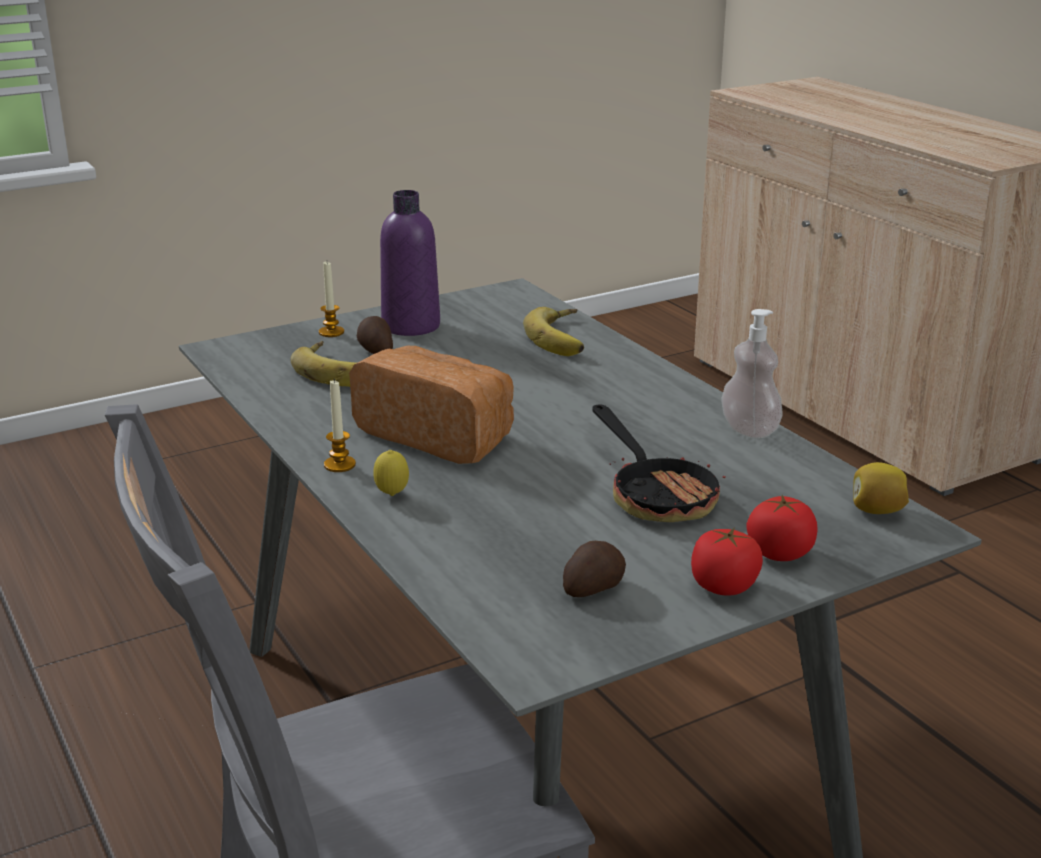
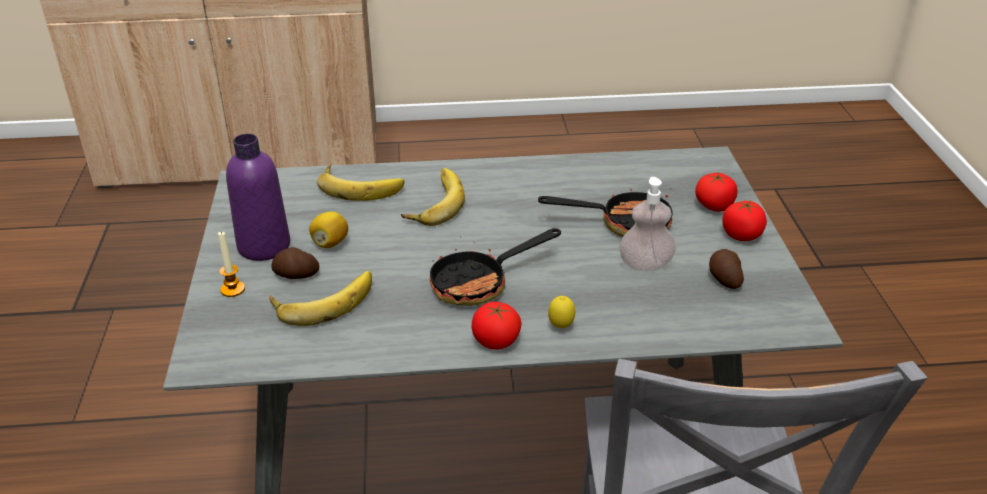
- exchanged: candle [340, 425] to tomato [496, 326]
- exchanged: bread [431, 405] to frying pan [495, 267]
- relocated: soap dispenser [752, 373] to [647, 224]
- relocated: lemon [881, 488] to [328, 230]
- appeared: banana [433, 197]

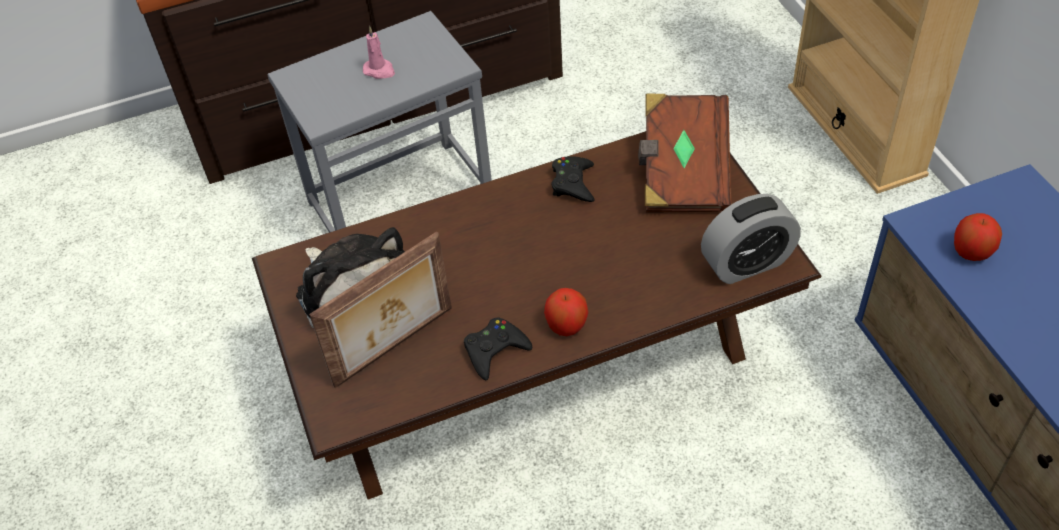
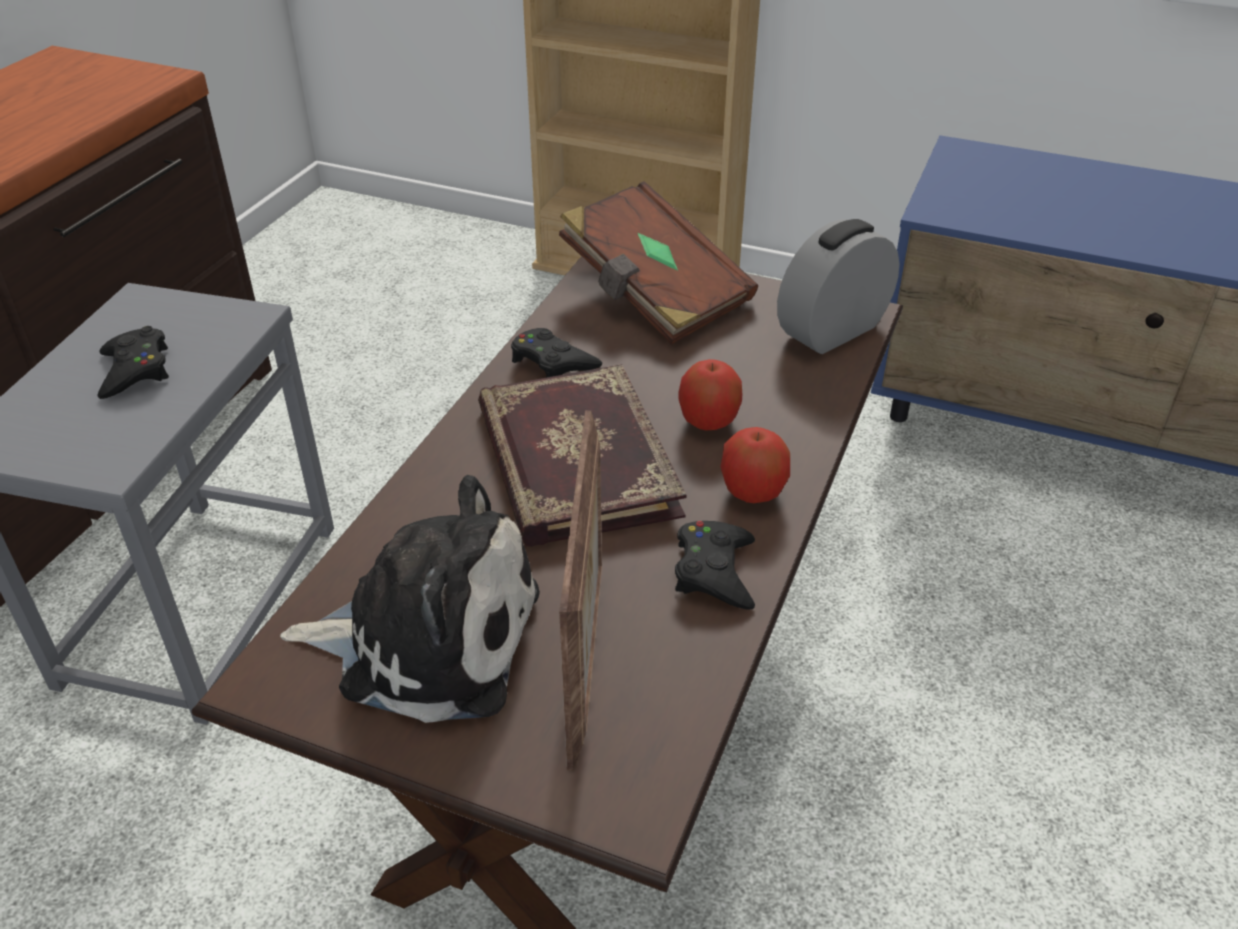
- exchanged: pink candle [379, 52] to black game controller [133, 362]
- spun: alarm clock [751, 239] = [838, 286] 150 degrees counterclockwise
- relocated: apple [978, 237] to [710, 395]
- appeared: book [582, 455]

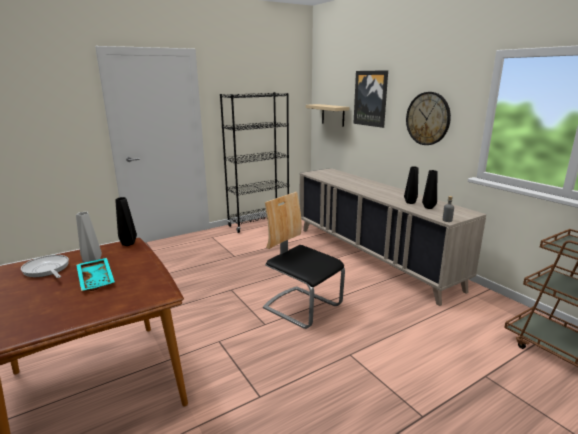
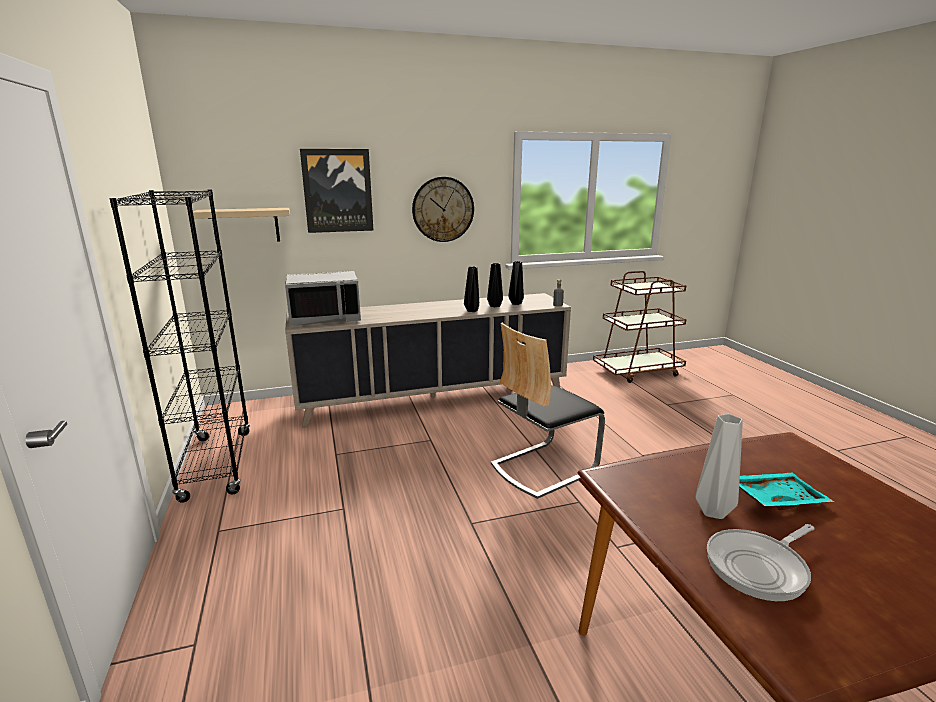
- relocated: black vase [126, 221] to [471, 289]
- appeared: grey microwave [323, 298]

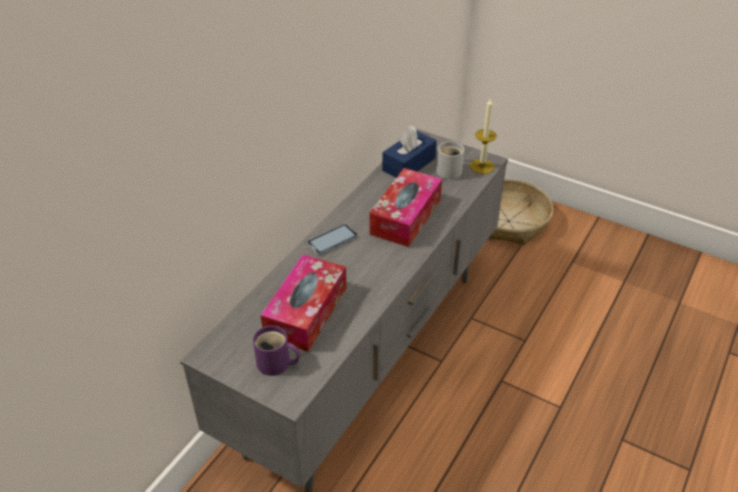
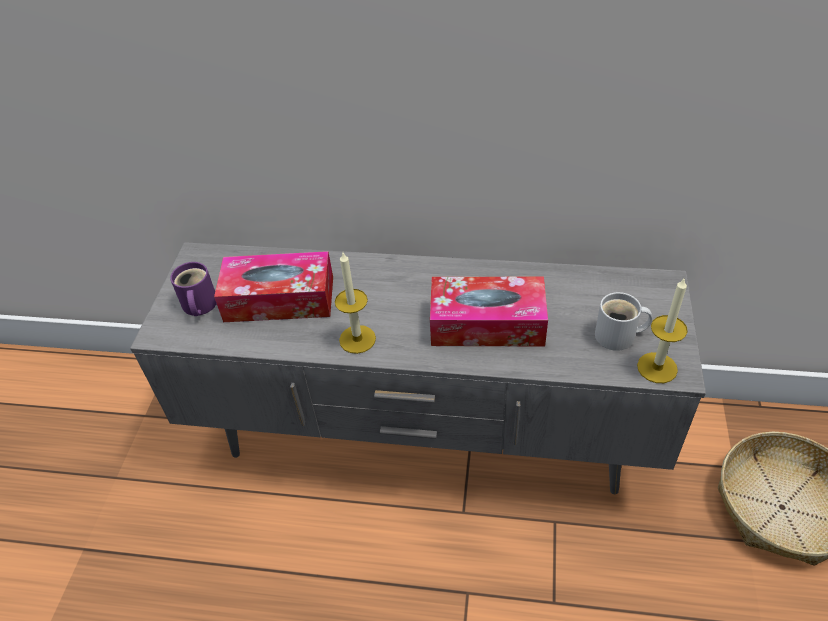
- missing: phone [332, 239]
- missing: blue tissue box [409, 152]
- appeared: candle [355, 303]

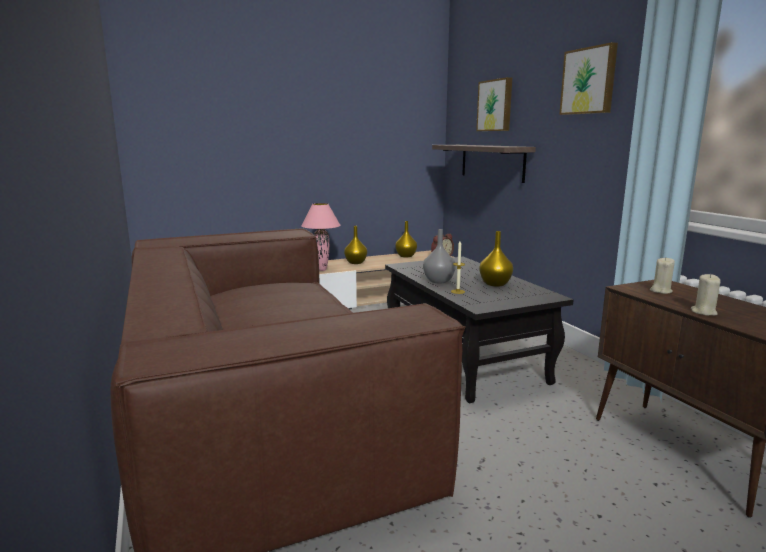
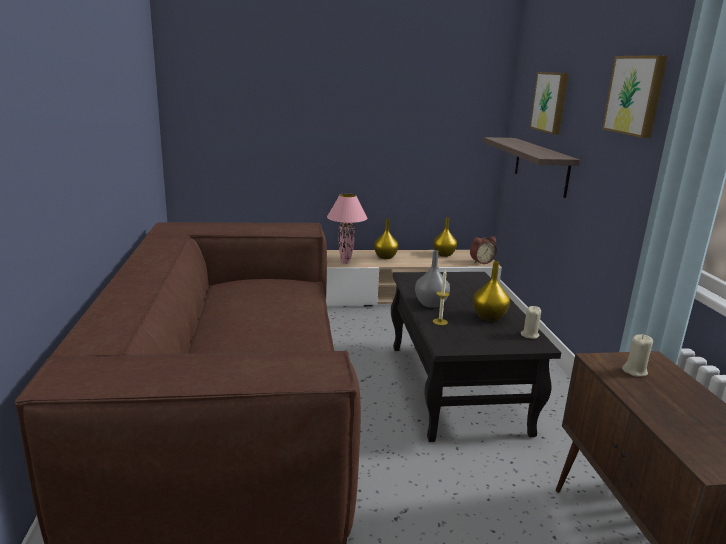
- relocated: beige candle [706, 295] to [531, 322]

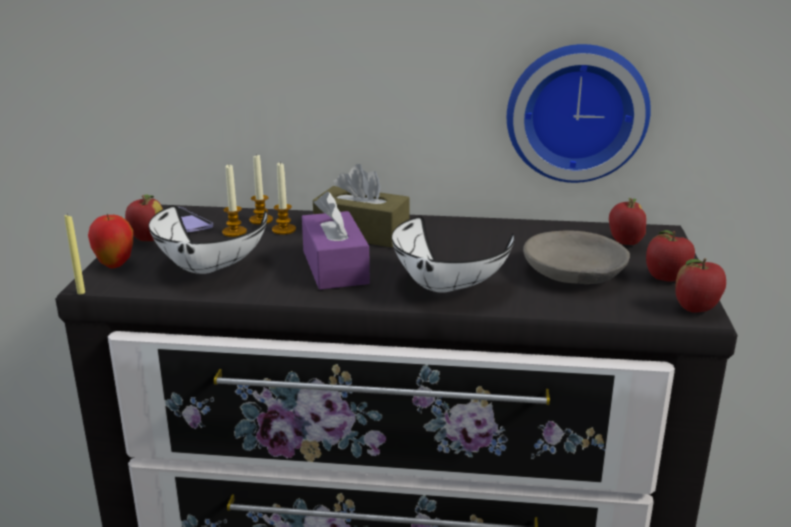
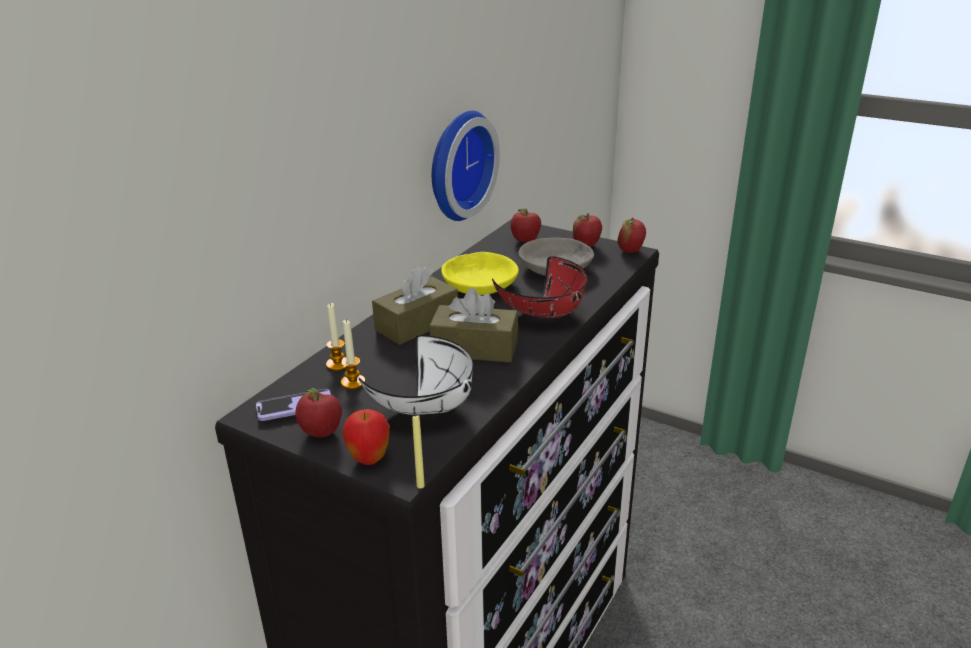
- missing: candle [284, 199]
- colour: purple tissue box [336, 241] to brown tissue box [473, 325]
- colour: white bowl [453, 255] to red bowl [540, 287]
- appeared: yellow bowl [480, 273]

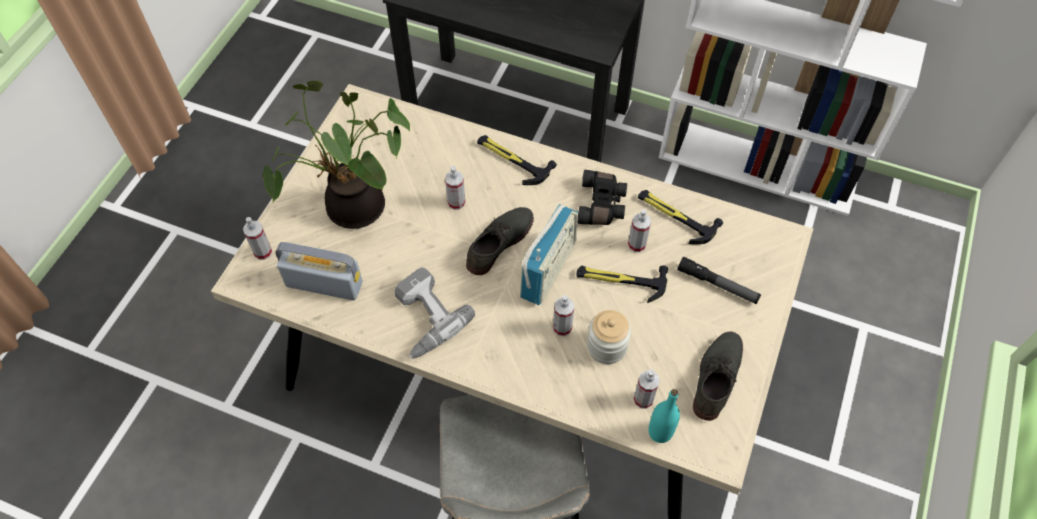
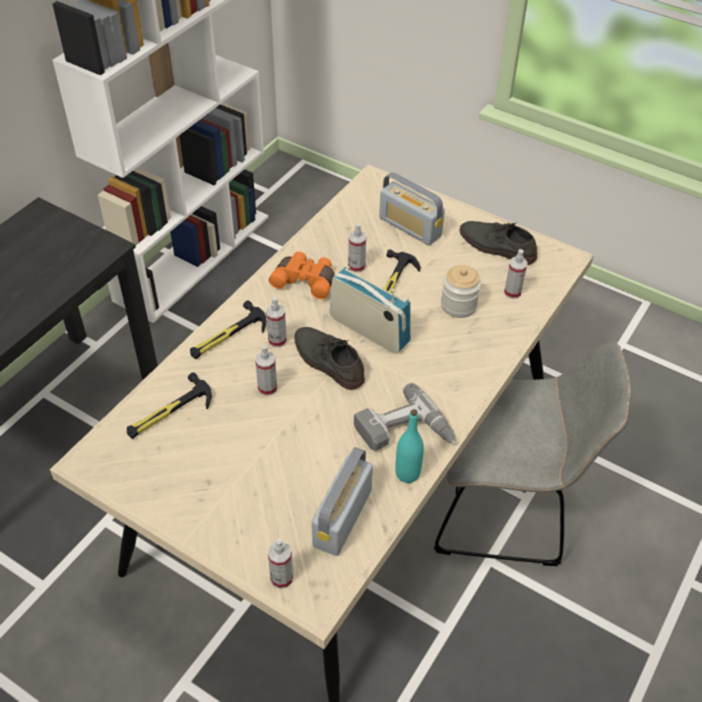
- missing: potted plant [336, 154]
- relocated: spray bottle [563, 315] to [276, 322]
- colour: black binoculars [602, 197] to orange binoculars [301, 275]
- relocated: hammer [680, 217] to [169, 405]
- relocated: turquoise bottle [664, 416] to [409, 446]
- exchanged: flashlight [719, 280] to radio [412, 208]

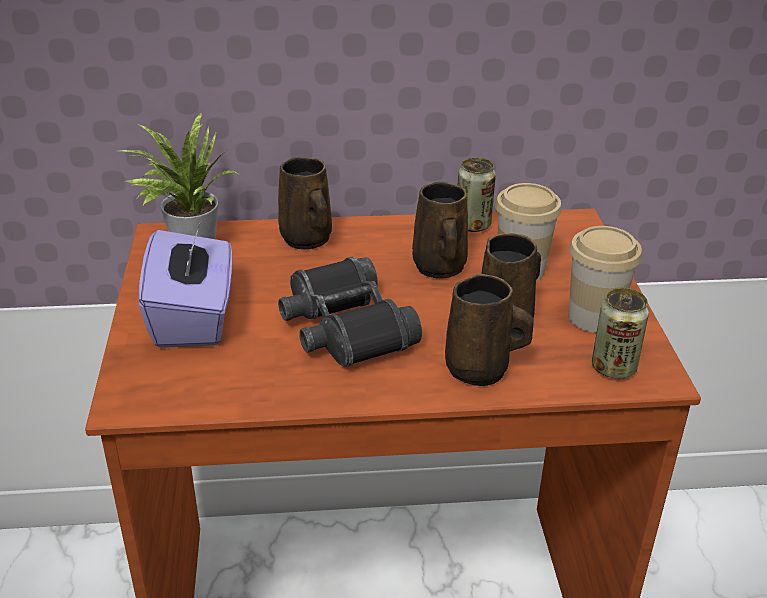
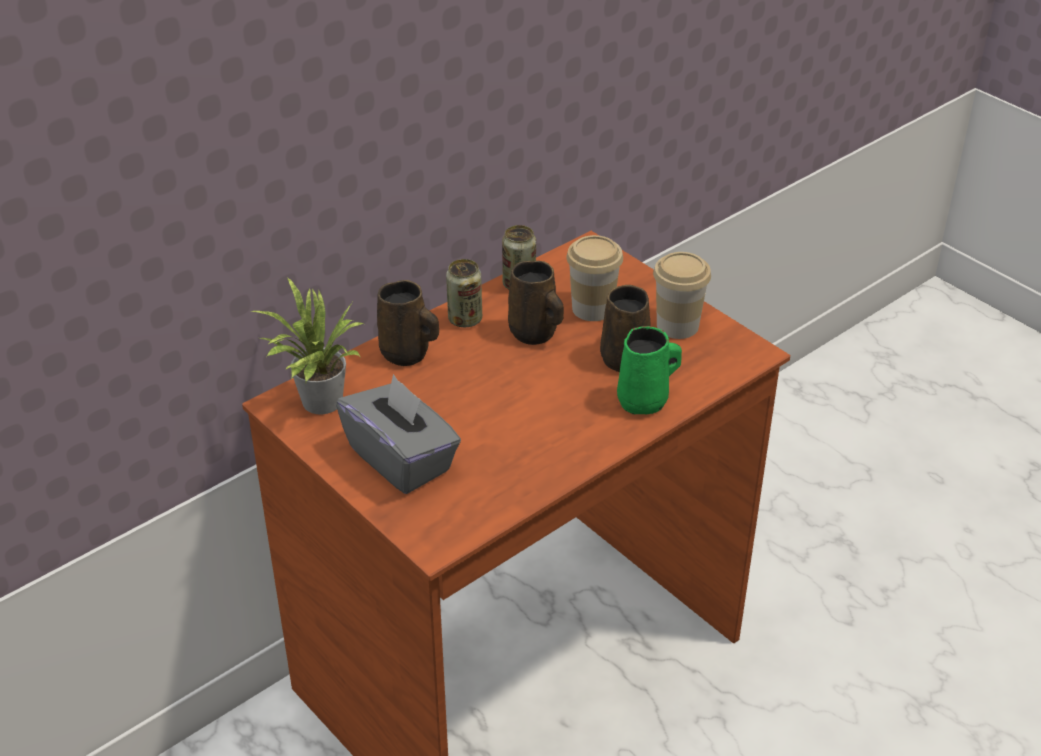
- colour: purple tissue box [185, 285] to grey tissue box [398, 434]
- missing: black binoculars [350, 312]
- colour: brown mug [489, 330] to green mug [649, 370]
- relocated: can [620, 333] to [464, 293]

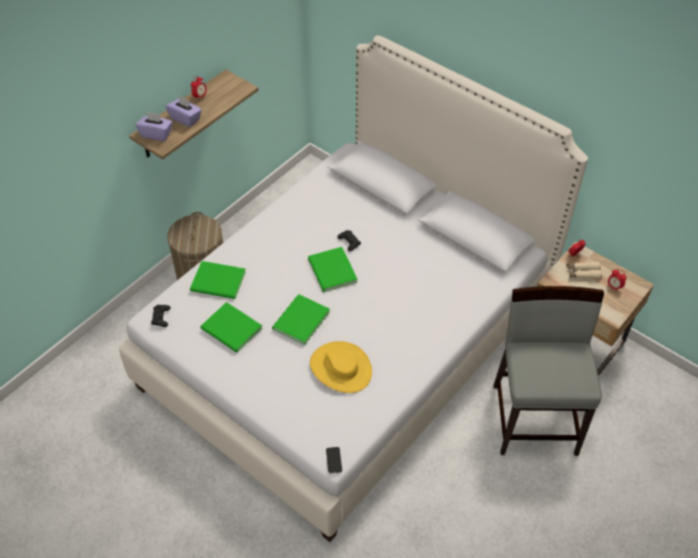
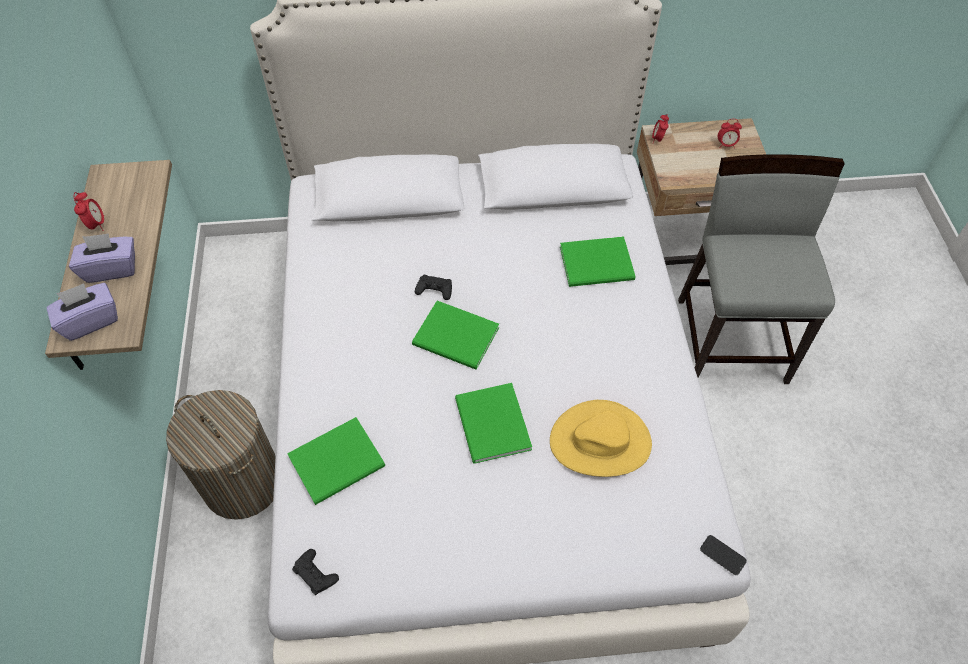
- relocated: green book [231, 327] to [597, 261]
- spun: grey chair [548, 371] = [761, 269] 45 degrees clockwise
- missing: beige binoculars [584, 270]

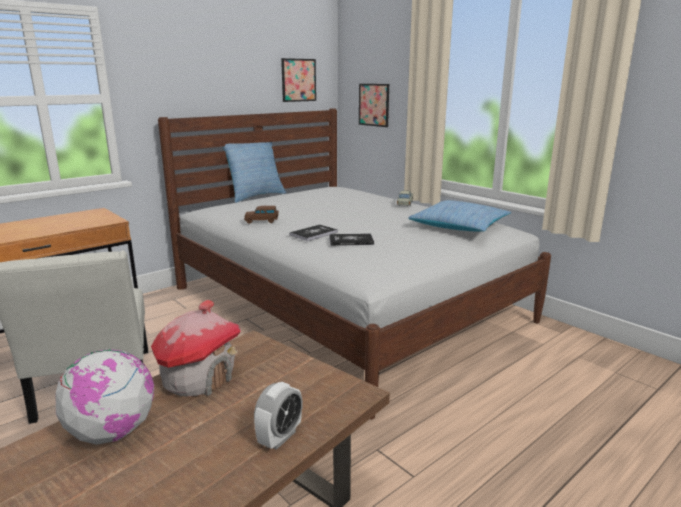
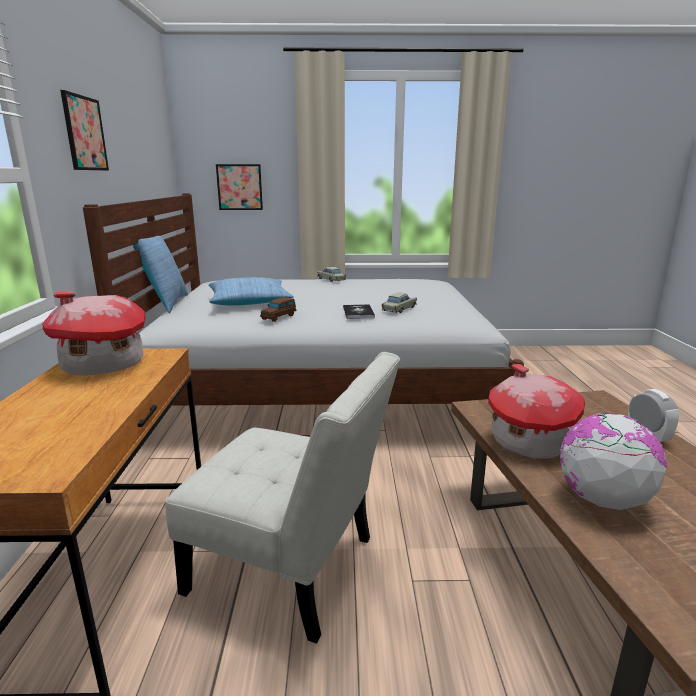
- relocated: picture [298, 80] to [84, 130]
- exchanged: book [351, 239] to beige toy car [399, 303]
- relocated: pillow [459, 216] to [251, 291]
- appeared: toy house [94, 333]

